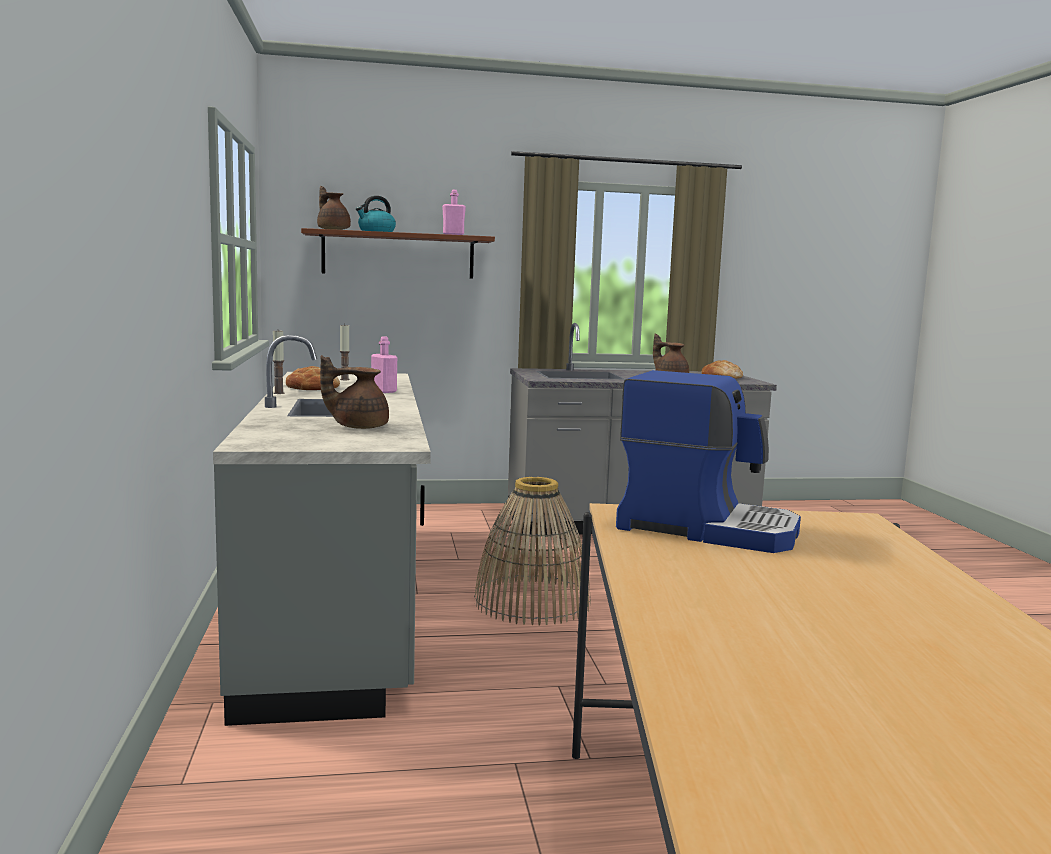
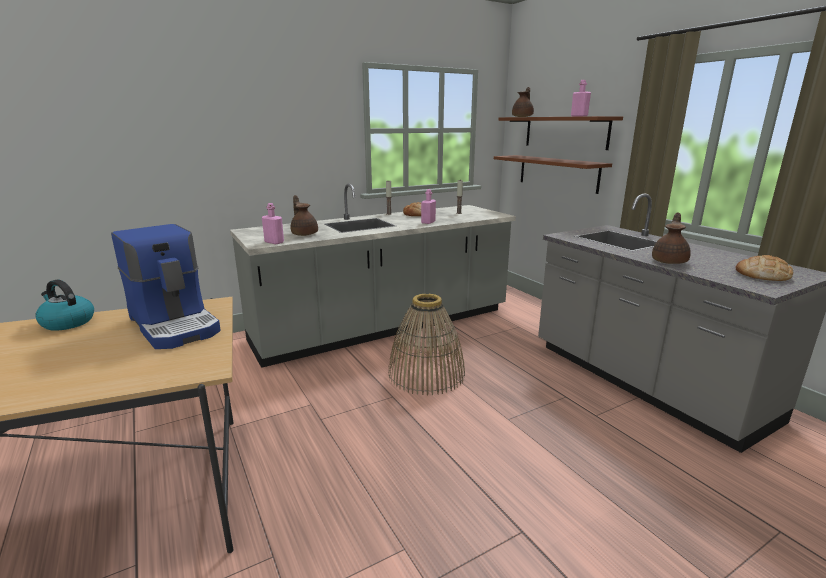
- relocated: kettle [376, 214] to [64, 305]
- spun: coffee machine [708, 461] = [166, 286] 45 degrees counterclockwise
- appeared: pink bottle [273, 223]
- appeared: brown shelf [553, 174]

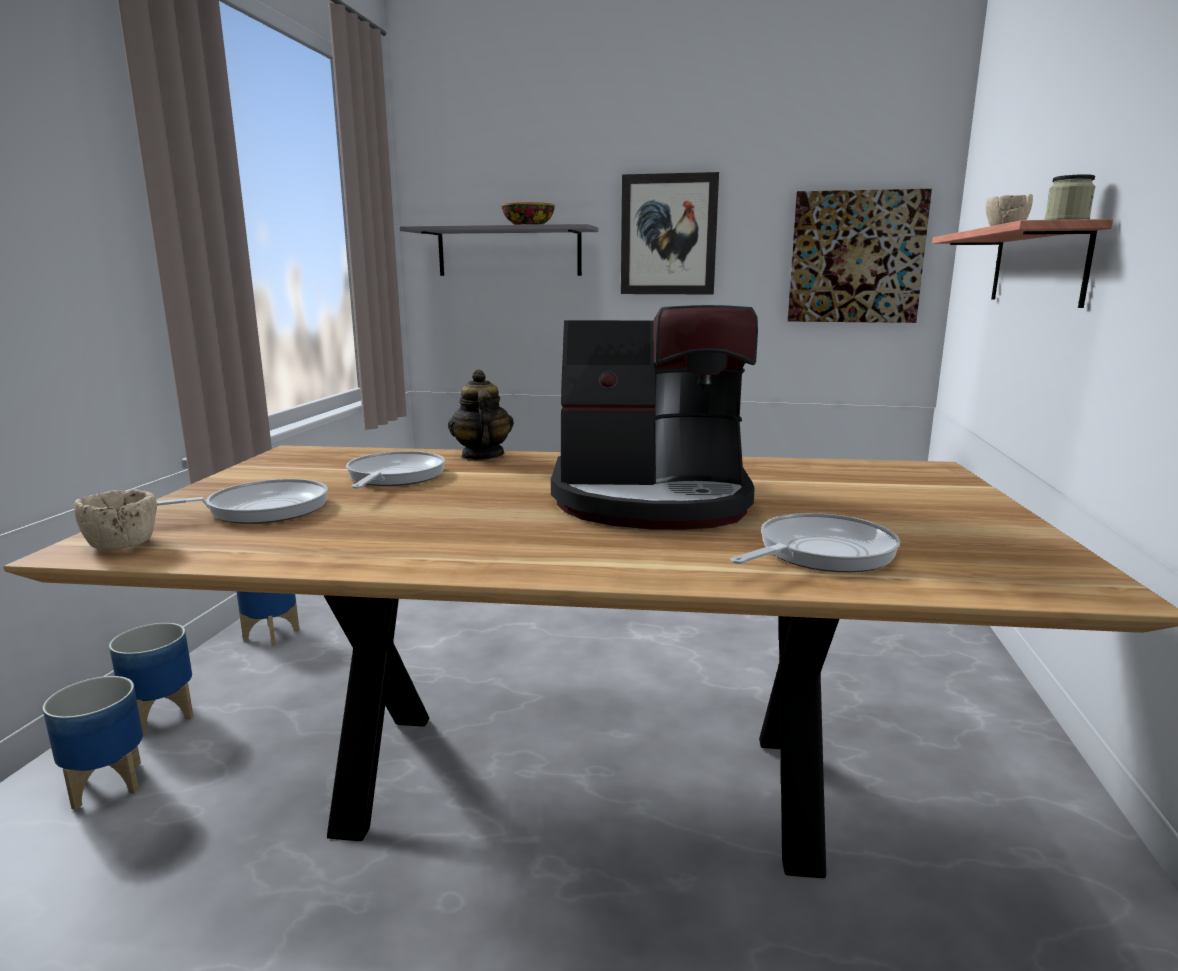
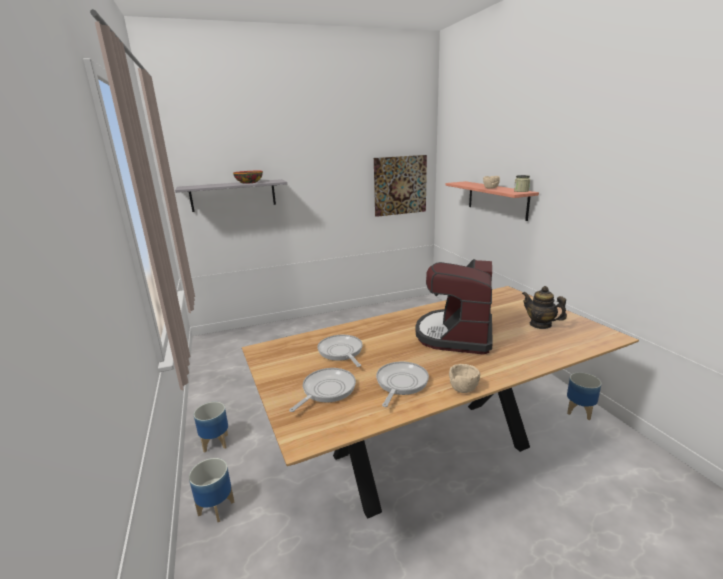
- relocated: planter [93, 743] to [584, 396]
- relocated: beige bowl [115, 519] to [464, 378]
- relocated: teapot [481, 415] to [544, 307]
- spun: coffee machine [654, 417] = [454, 307] 135 degrees clockwise
- missing: picture [670, 233]
- relocated: frying pan [815, 542] to [402, 384]

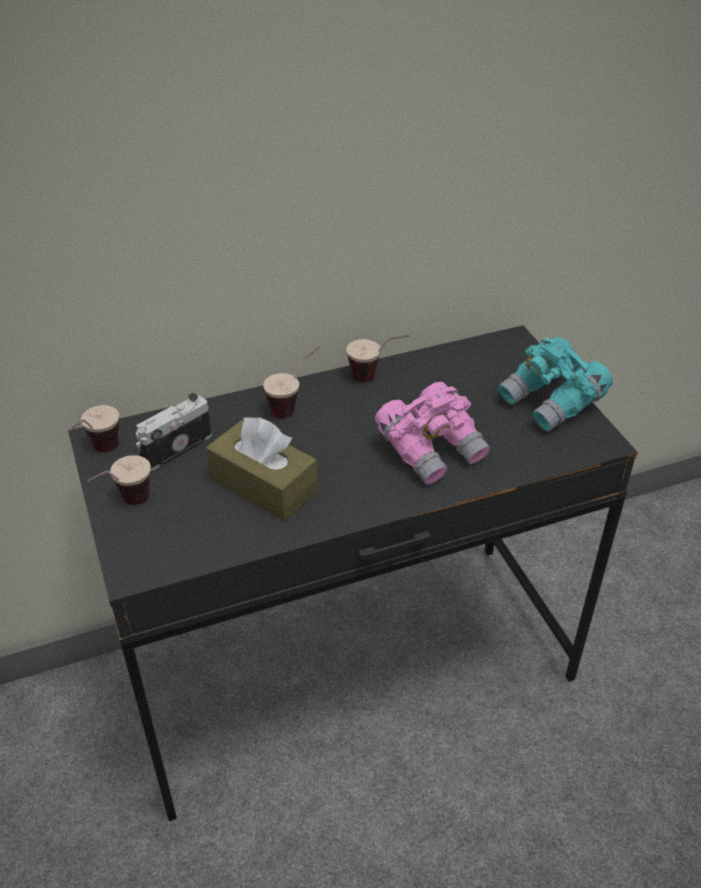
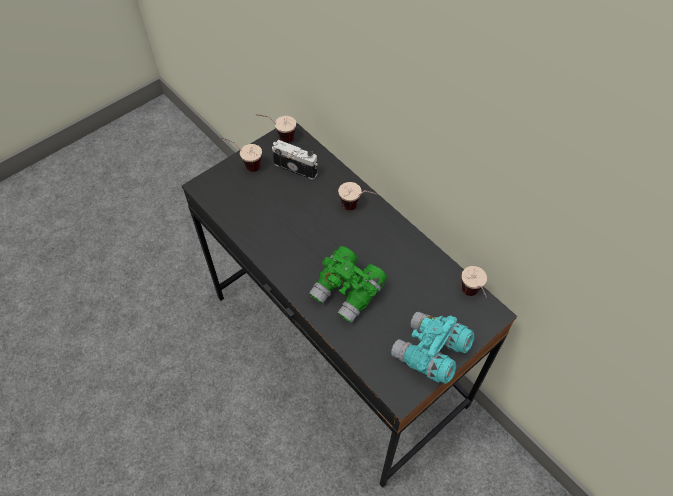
- missing: brown tissue box [262, 469]
- relocated: cup [378, 358] to [474, 282]
- colour: pink binoculars [432, 433] to green binoculars [348, 284]

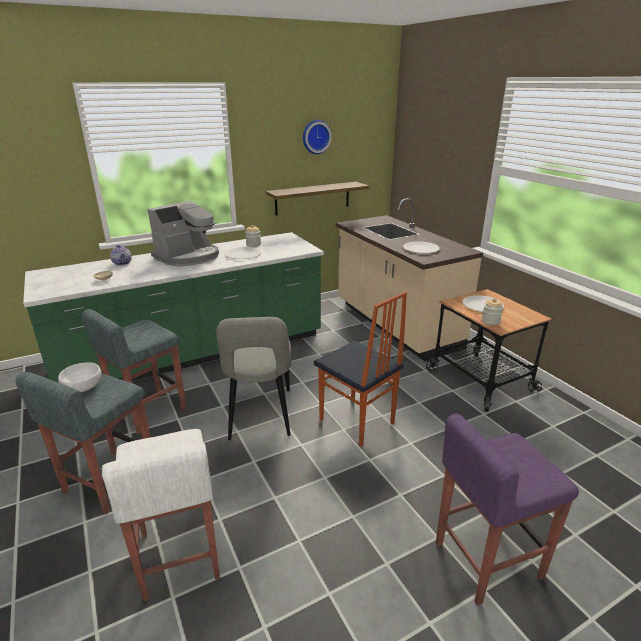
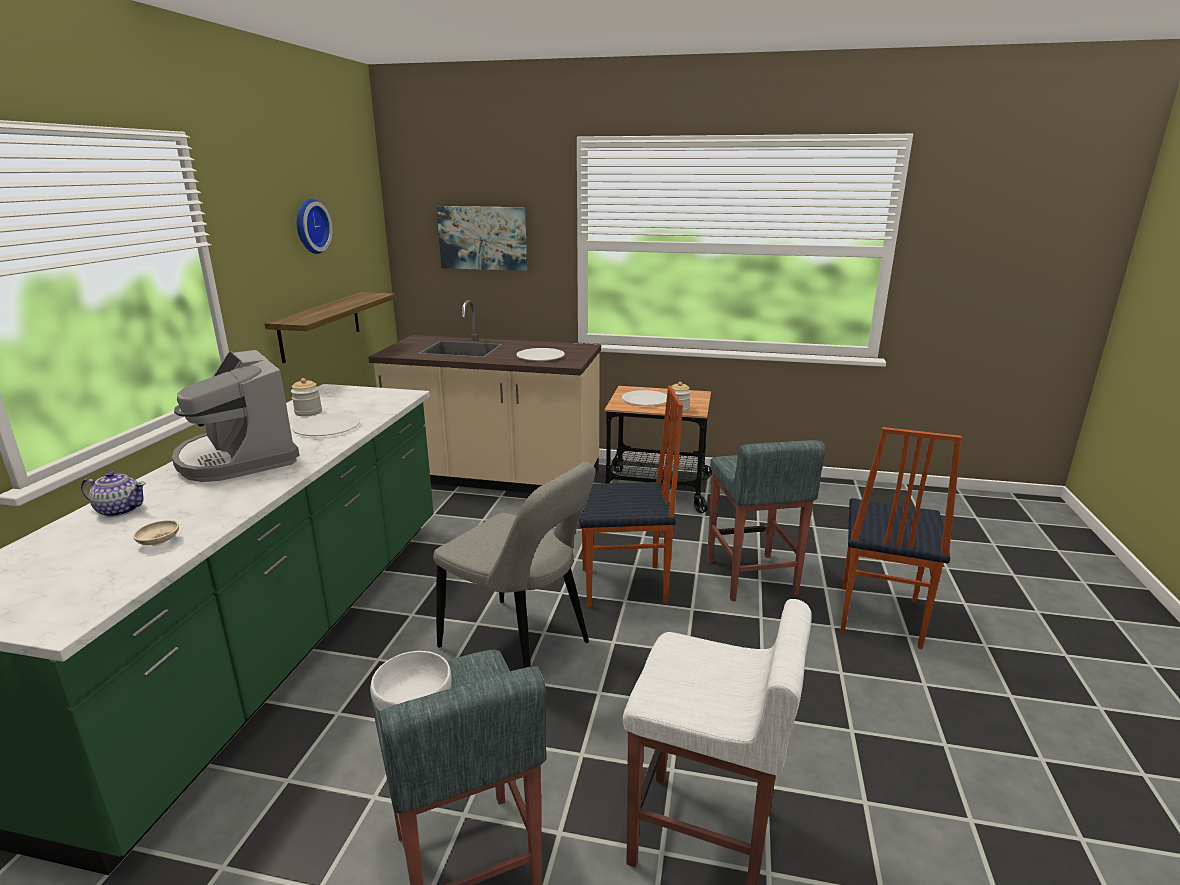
- relocated: grey stool [133, 371] to [766, 520]
- spun: coffee machine [183, 233] = [235, 416] 150 degrees clockwise
- exchanged: purple stool [507, 509] to chair [901, 538]
- appeared: picture [482, 238]

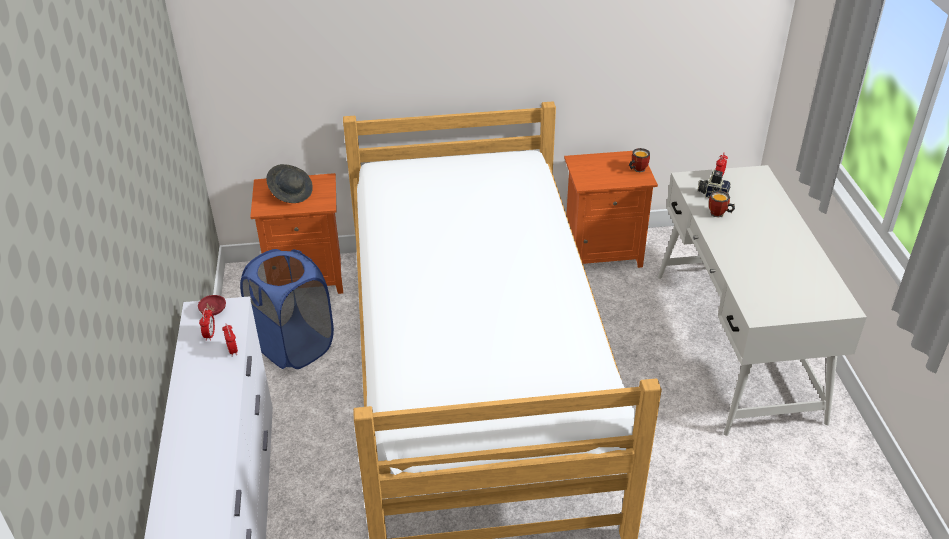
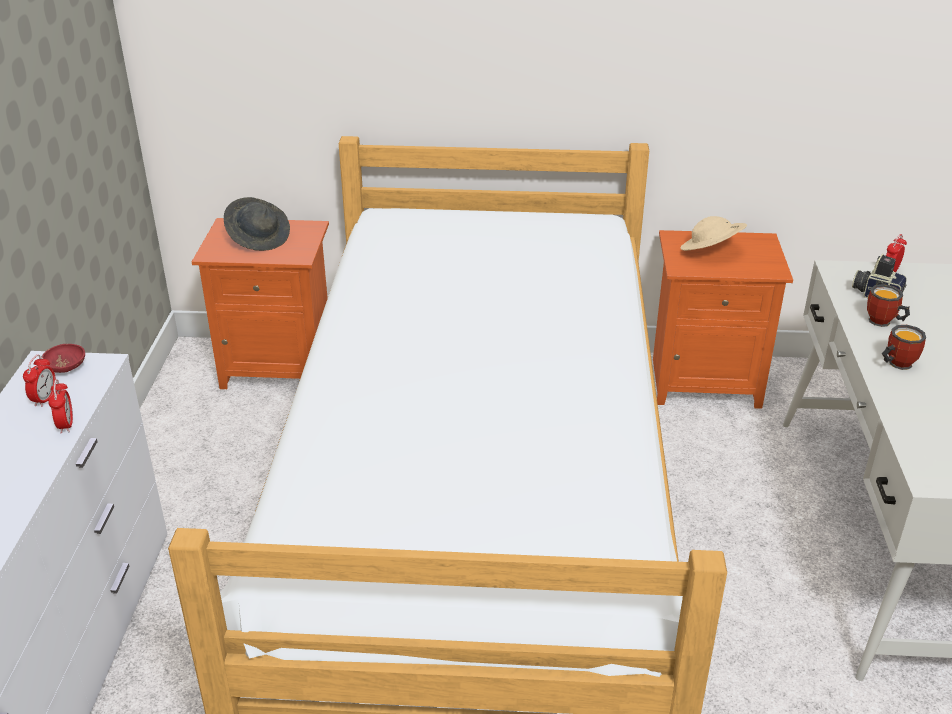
- missing: blue laundry basket [287, 309]
- relocated: mug [639, 160] to [904, 347]
- appeared: beige hat [714, 233]

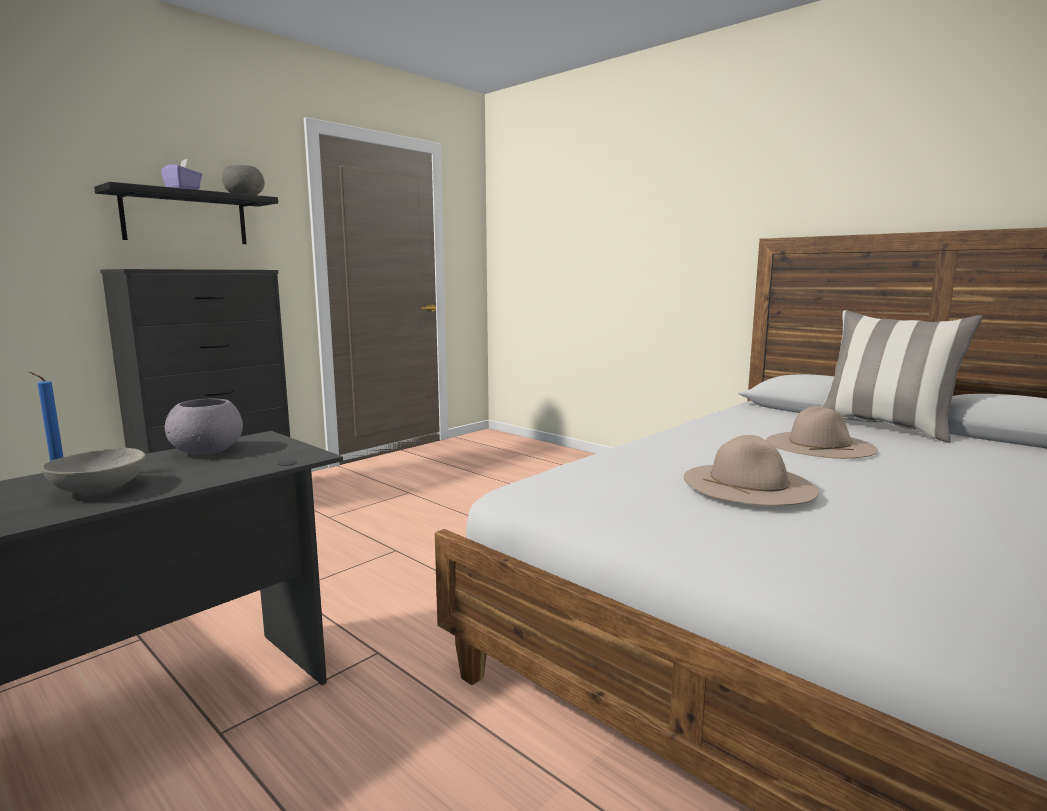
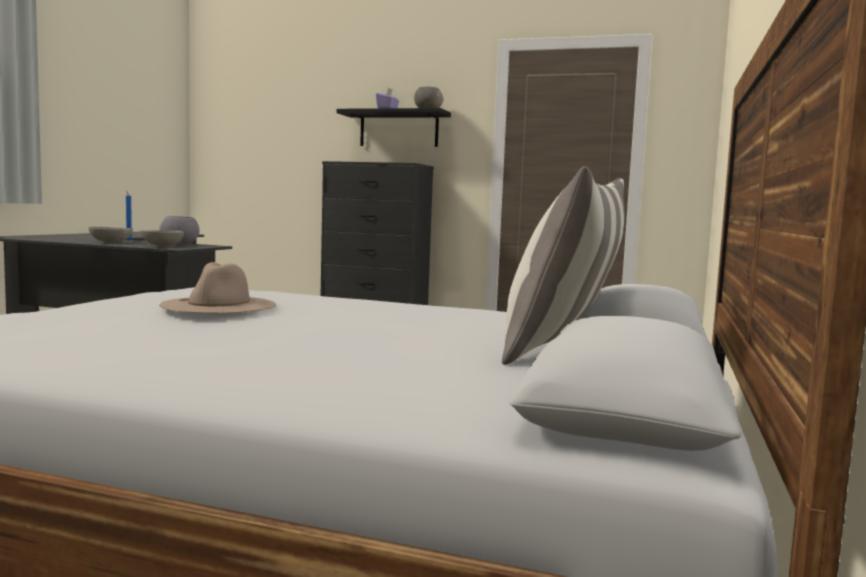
- missing: beige hat [822, 432]
- appeared: grey bowl [162, 238]

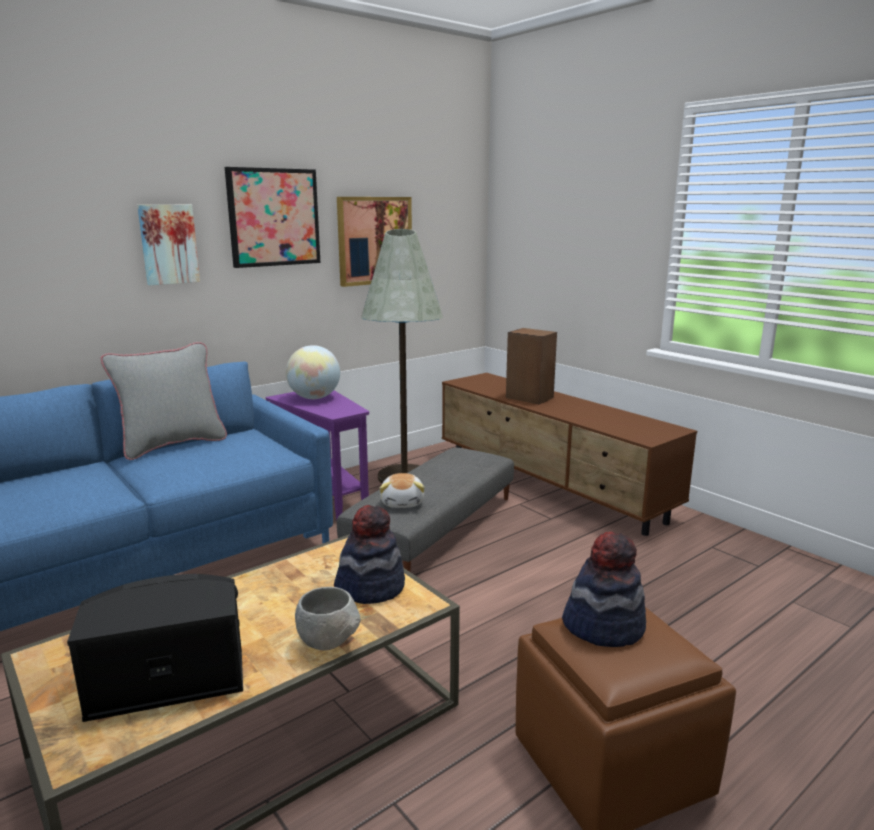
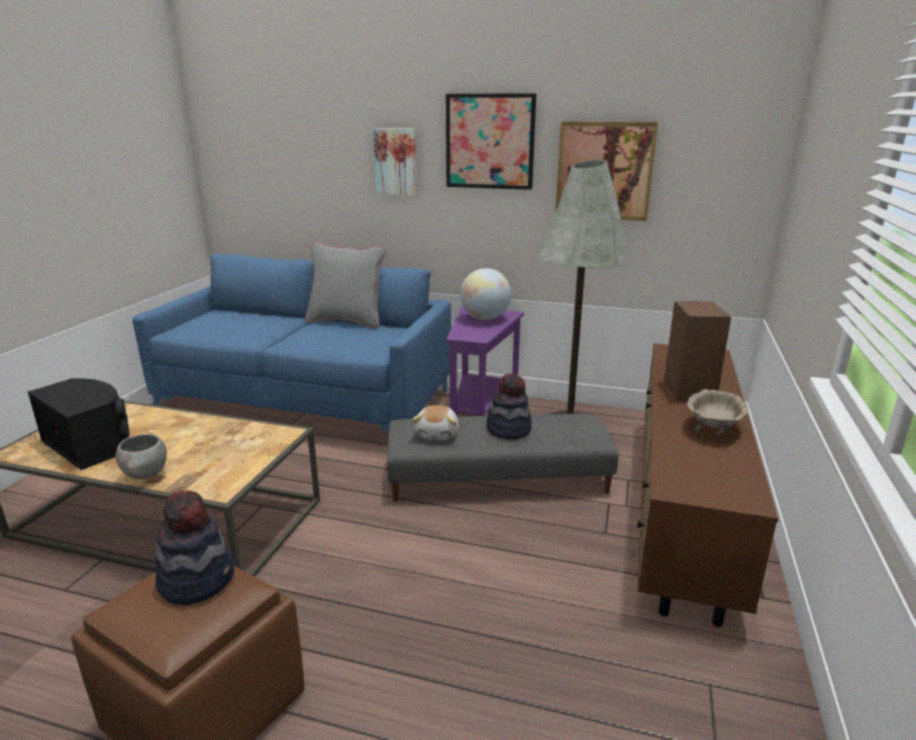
- relocated: hat [369, 554] to [509, 406]
- spun: plush toy [402, 490] = [435, 422] 45 degrees counterclockwise
- appeared: beige bowl [718, 412]

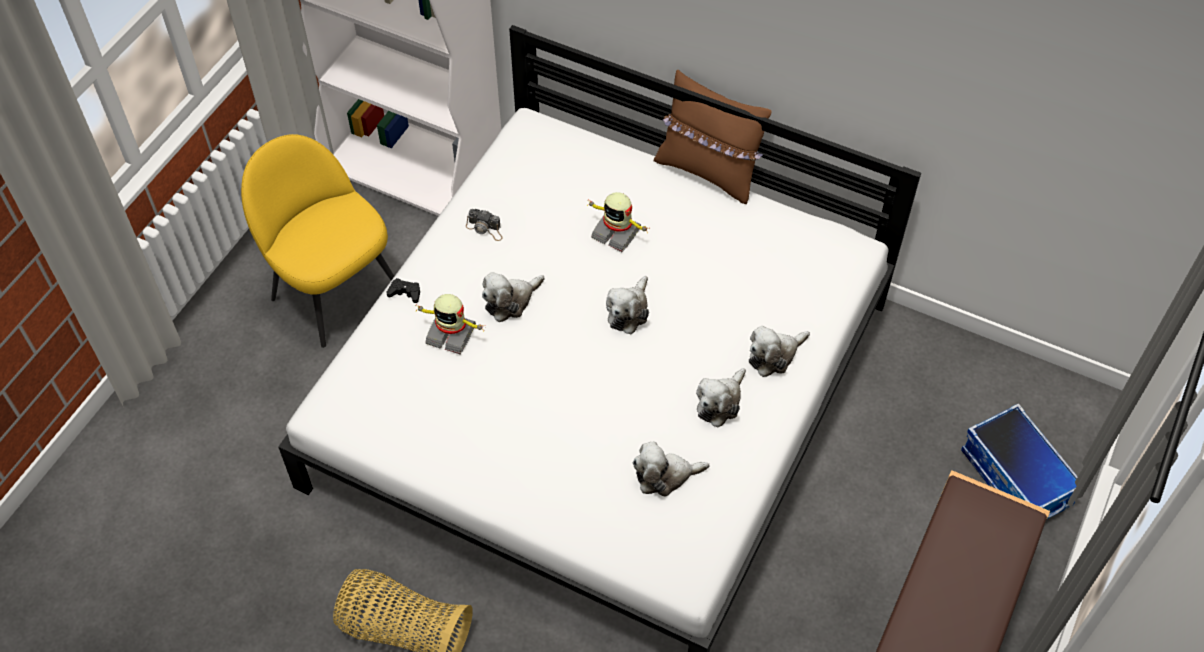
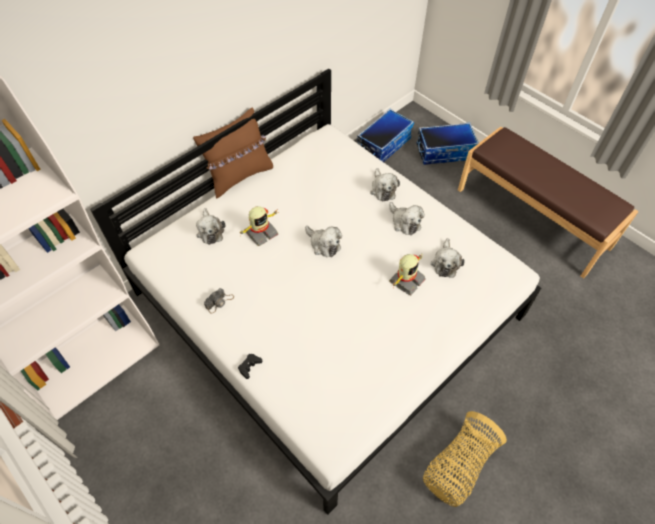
- missing: yellow chair [317, 241]
- relocated: toy robot [449, 324] to [408, 274]
- relocated: plush toy [513, 297] to [210, 226]
- appeared: storage box [385, 135]

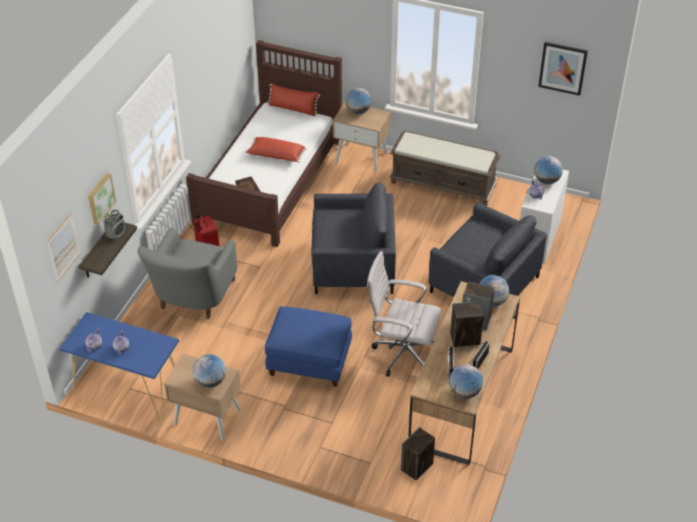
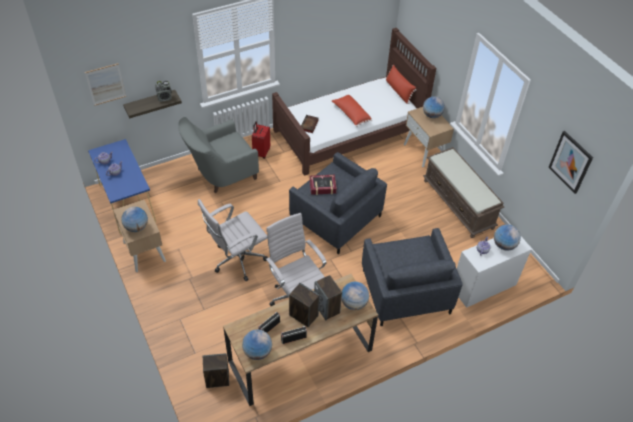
- missing: picture [102, 199]
- exchanged: blue ottoman [308, 346] to white office chair [233, 240]
- appeared: book [323, 185]

